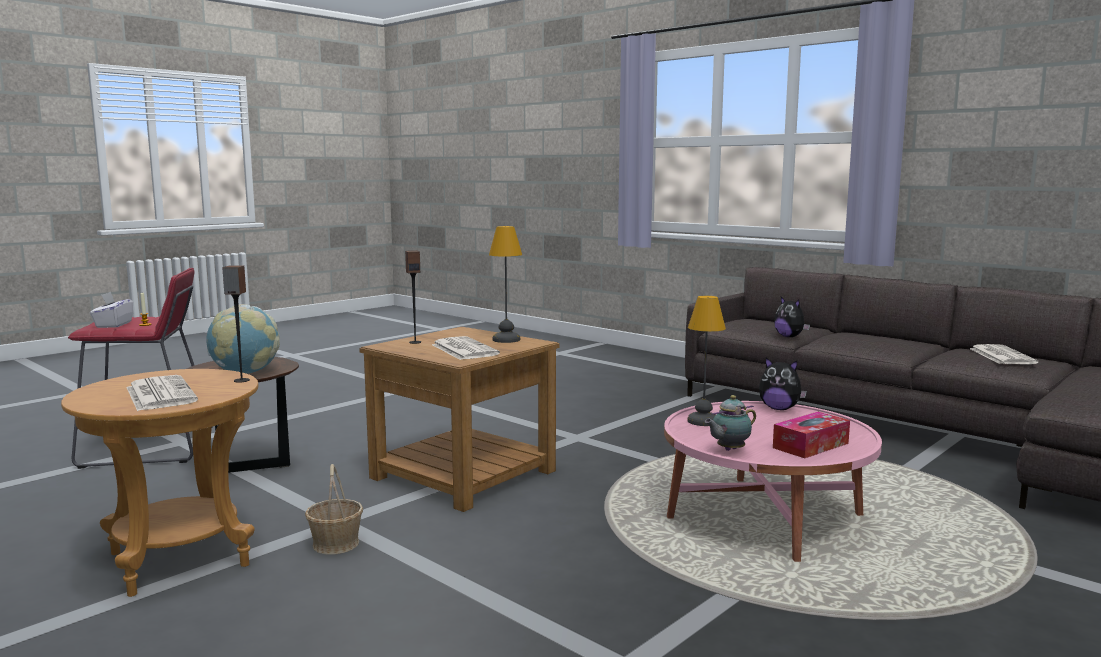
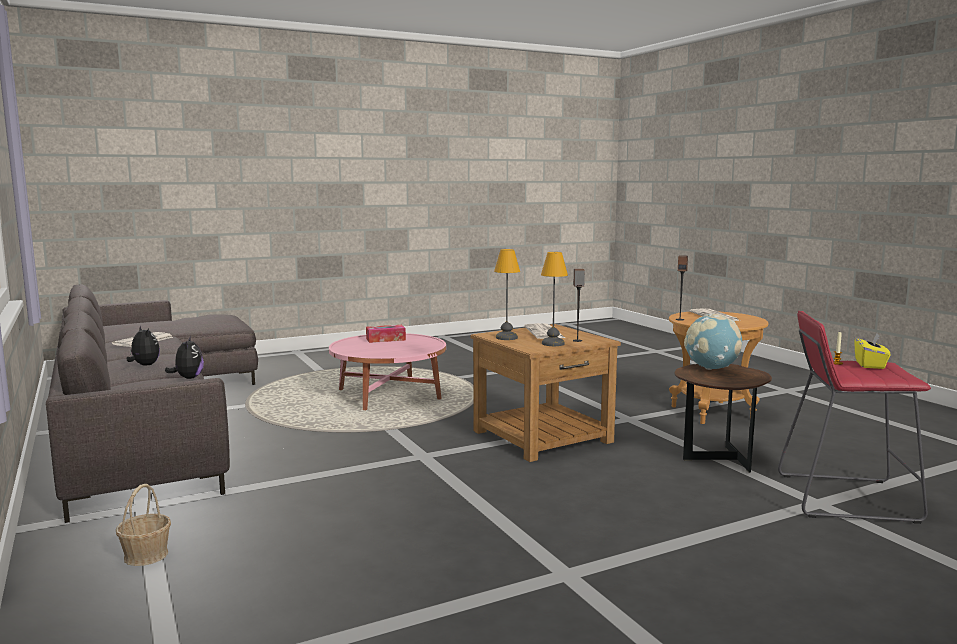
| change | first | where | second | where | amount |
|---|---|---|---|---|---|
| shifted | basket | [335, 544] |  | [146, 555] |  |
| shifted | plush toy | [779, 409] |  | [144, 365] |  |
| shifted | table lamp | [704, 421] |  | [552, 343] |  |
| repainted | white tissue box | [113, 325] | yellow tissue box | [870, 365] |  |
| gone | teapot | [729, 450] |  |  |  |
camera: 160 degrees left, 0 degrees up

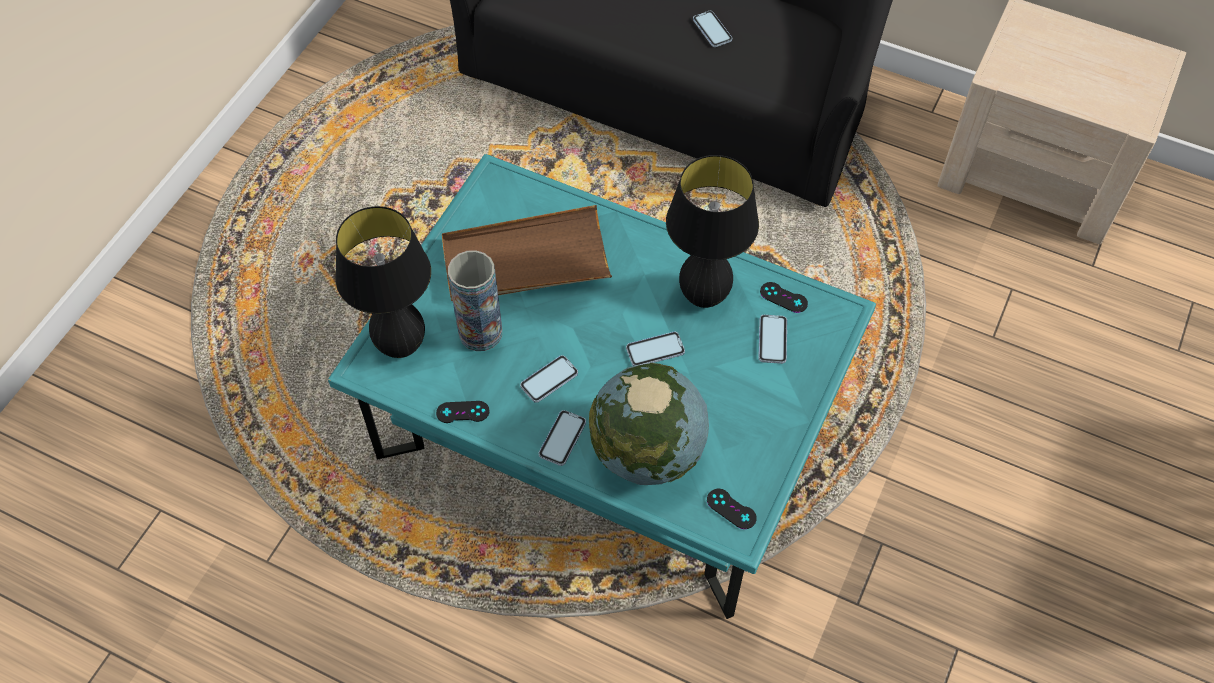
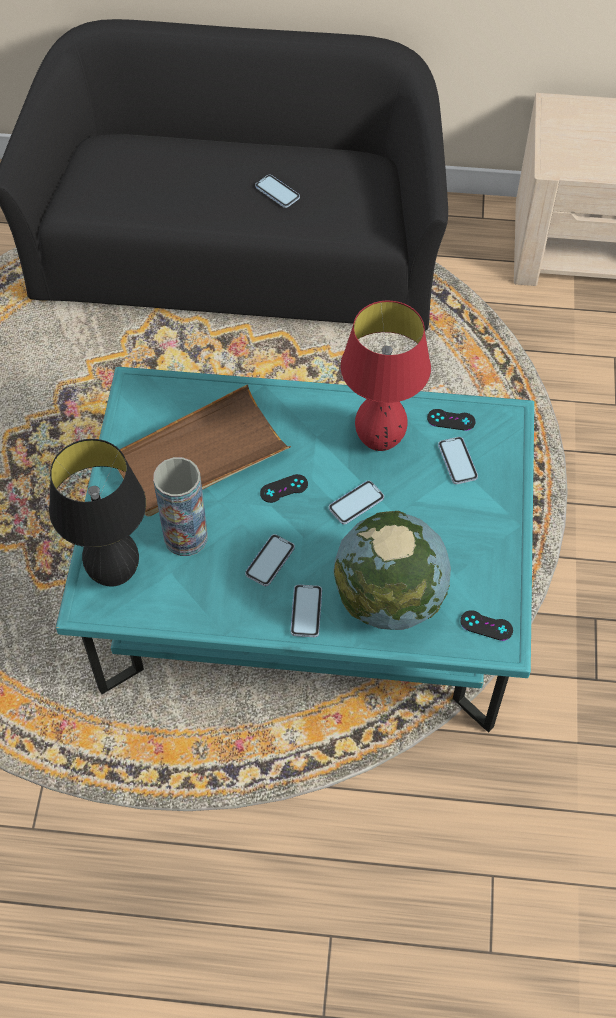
| change | first | where | second | where | amount |
|---|---|---|---|---|---|
| shifted | black game controller | [462, 412] |  | [284, 488] |  |
| repainted | black table lamp | [704, 297] | red table lamp | [380, 441] |  |
camera: 20 degrees left, 0 degrees up

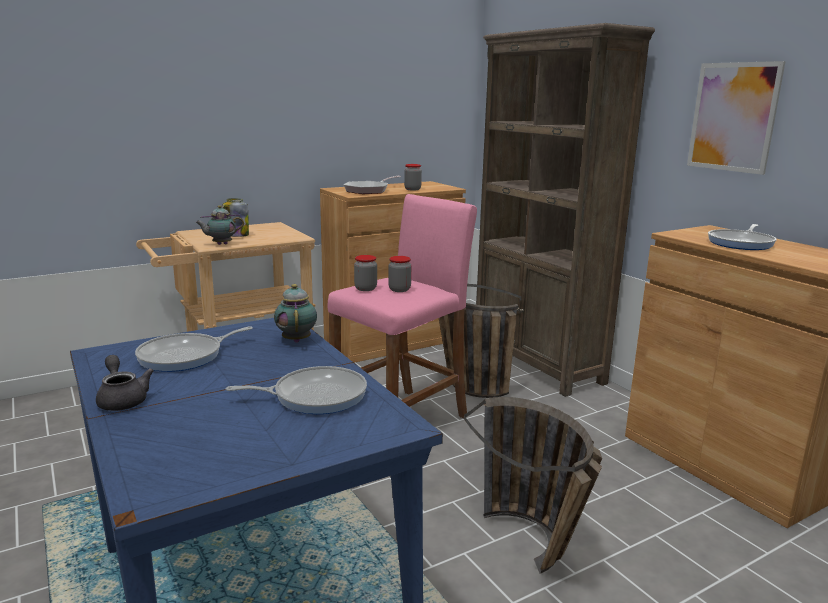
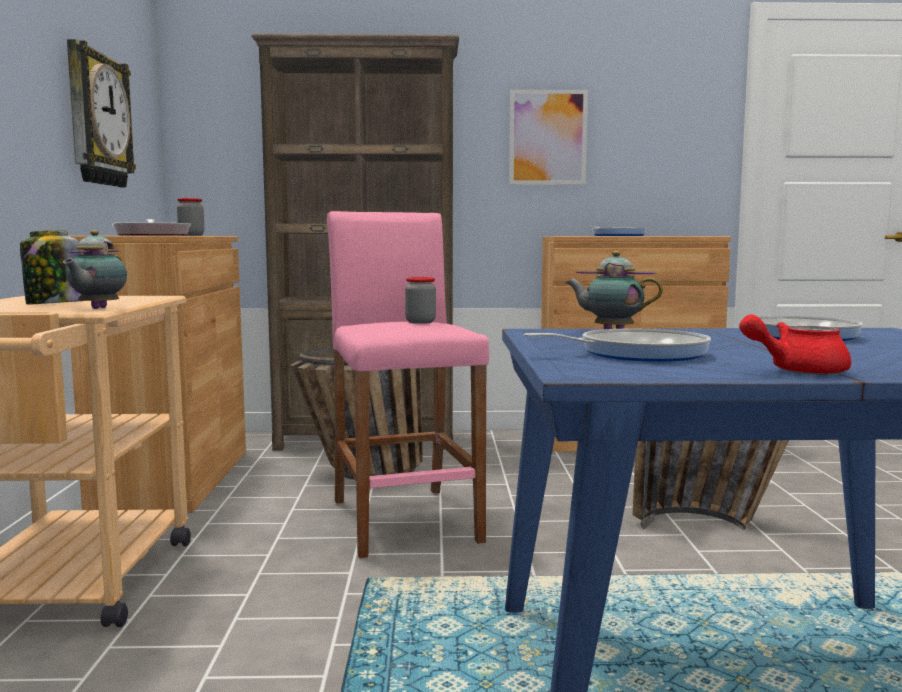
| change | first | where | second | where | amount |
|---|---|---|---|---|---|
| new |  |  | wall clock | [96, 119] |  |
| rotated | frying pan | [185, 356] |  | [635, 353] | 90 degrees counterclockwise |
| repainted | grey teapot | [122, 399] | red teapot | [796, 371] |  |
| gone | jar | [365, 288] |  |  |  |
camera: 60 degrees left, 10 degrees down

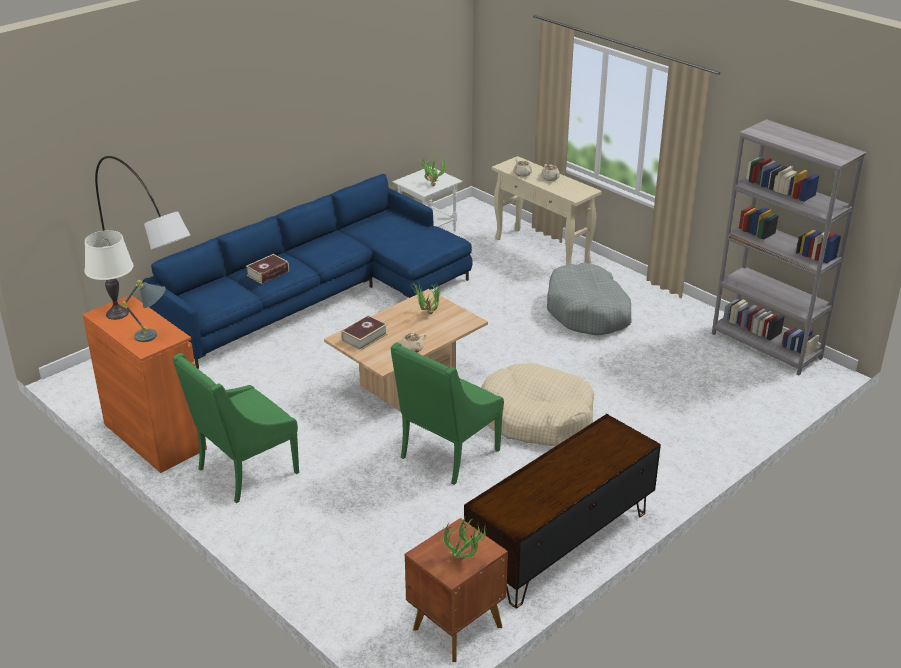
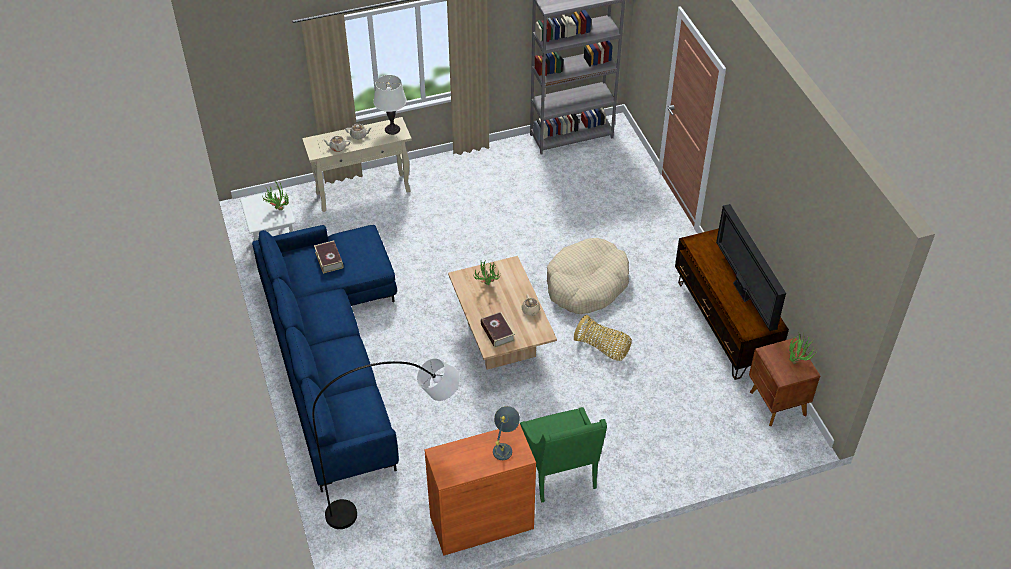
| change | first | where | second | where | amount |
|---|---|---|---|---|---|
| shifted | book | [268, 273] |  | [329, 260] |  |
| shifted | white table lamp | [117, 313] |  | [392, 129] |  |
| swapped | green armchair | [447, 455] | basket | [603, 348] |  |
| new |  |  | television | [743, 293] |  |
| gone | grey dog bed | [588, 312] |  |  |  |
camera: 65 degrees left, 15 degrees up

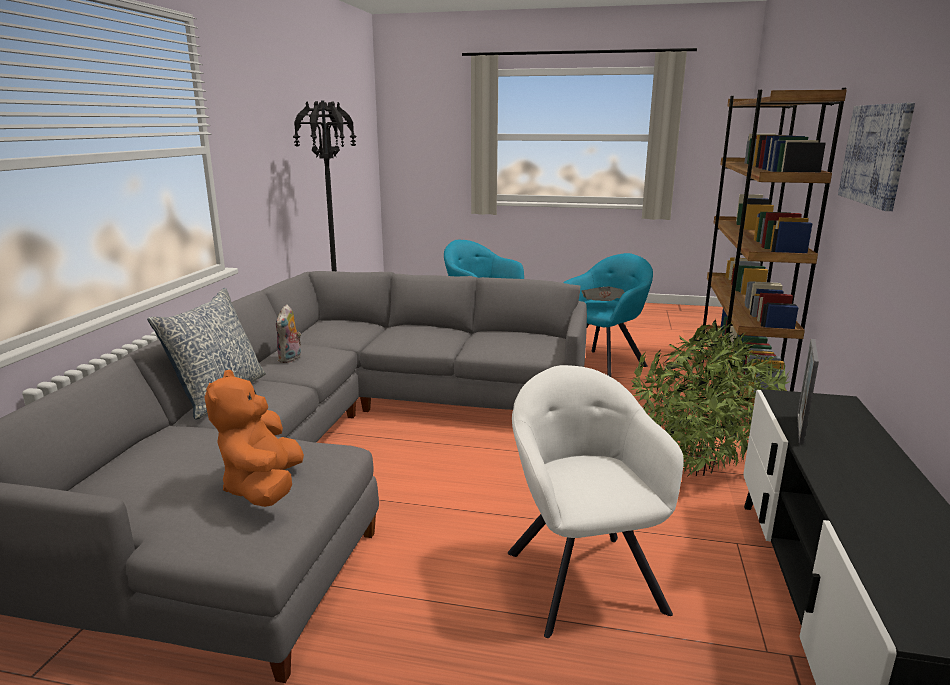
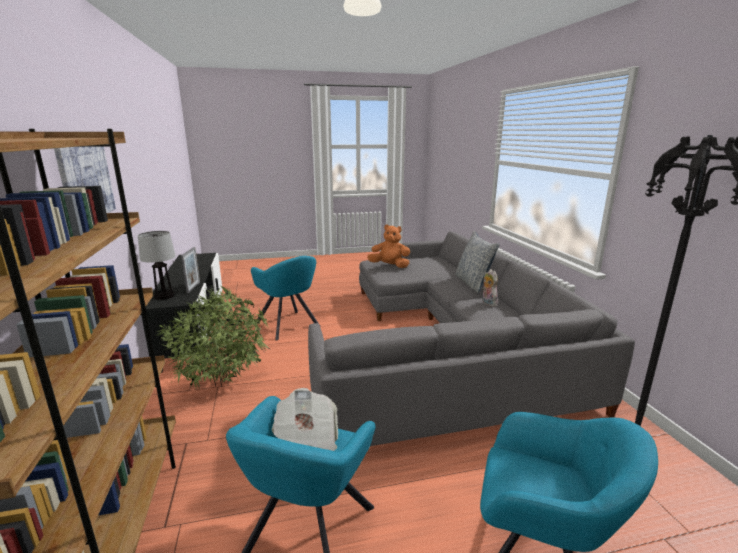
| change | first | where | second | where | amount |
|---|---|---|---|---|---|
| new |  |  | table lamp | [164, 296] |  |
| repainted | white armchair | [581, 576] | turquoise armchair | [288, 325] |  |
| rotated | orange plush toy | [264, 488] |  | [390, 266] | 45 degrees counterclockwise |
camera: 155 degrees right, 0 degrees up

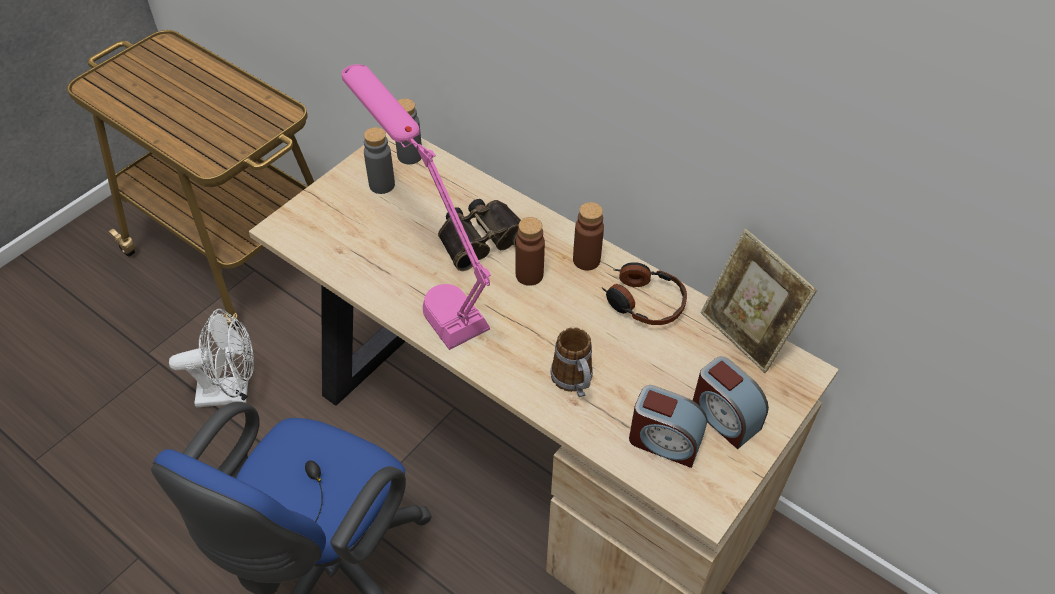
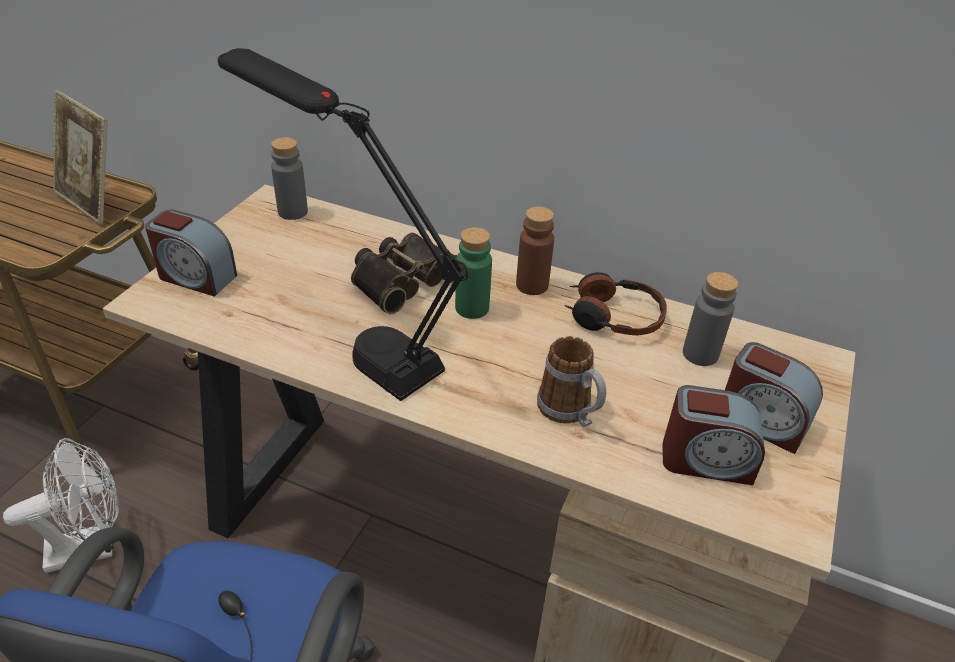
| change | first | where | second | where | amount |
|---|---|---|---|---|---|
| shifted | picture frame | [745, 334] |  | [93, 202] |  |
| new |  |  | alarm clock | [196, 277] |  |
| repainted | pink table lamp | [428, 286] | black table lamp | [353, 335] |  |
| repainted | brown bottle | [529, 275] | green bottle | [472, 308] |  |
| shifted | grey bottle | [382, 185] |  | [700, 354] |  |
camera: 15 degrees left, 10 degrees down

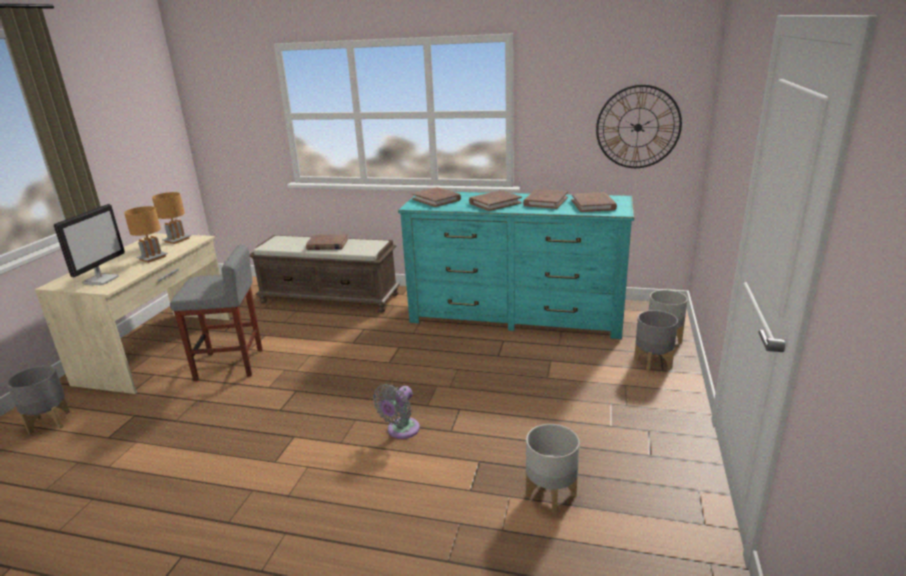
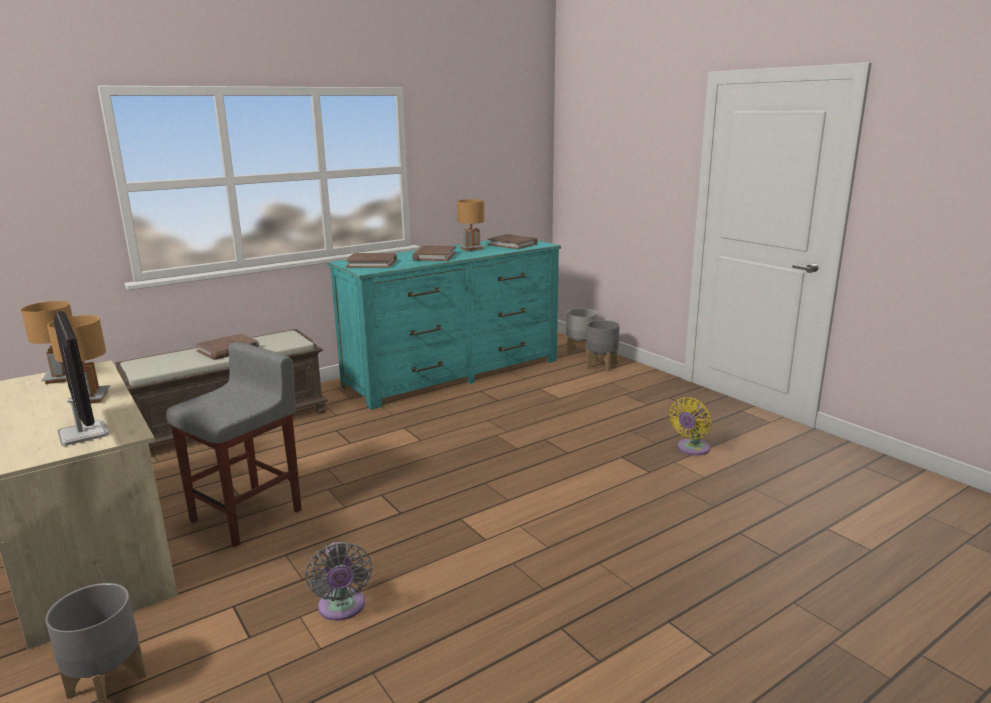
| change | first | where | second | where | amount |
|---|---|---|---|---|---|
| shifted | grey fan | [401, 431] |  | [342, 608] |  |
| swapped | brown book | [545, 201] | brown table lamp | [471, 248] |  |
| swapped | grey planter | [551, 495] | yellow fan | [691, 449] |  |
| gone | wall clock | [638, 127] |  |  |  |
camera: 50 degrees left, 5 degrees down

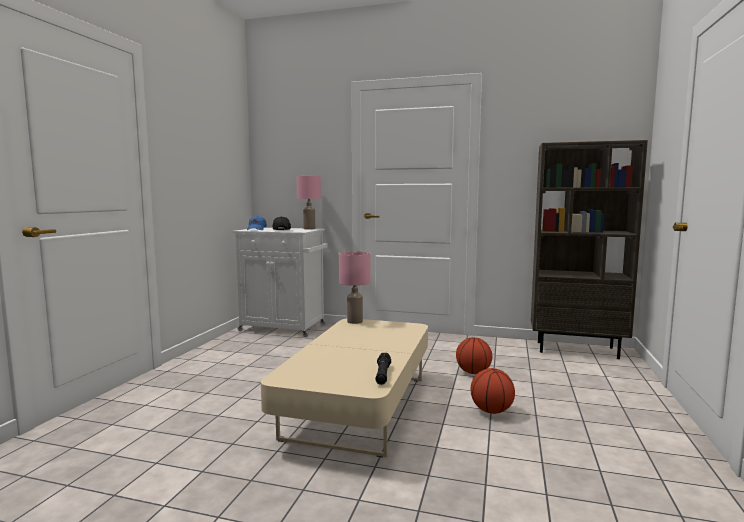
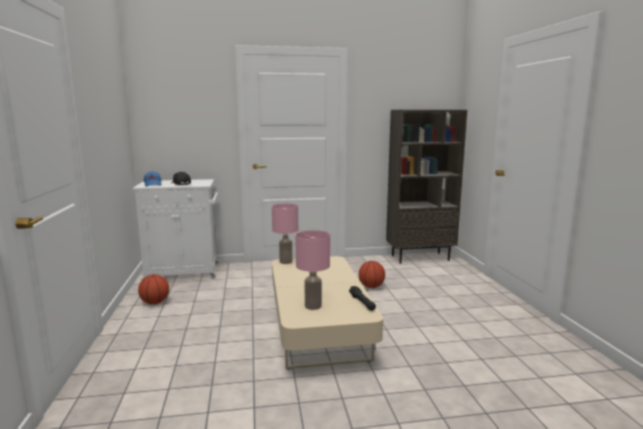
| change | first | where | second | where | amount |
|---|---|---|---|---|---|
| shifted | basketball | [491, 411] |  | [155, 303] |  |
| shifted | pink table lamp | [309, 229] |  | [313, 306] |  |
camera: 25 degrees left, 5 degrees up

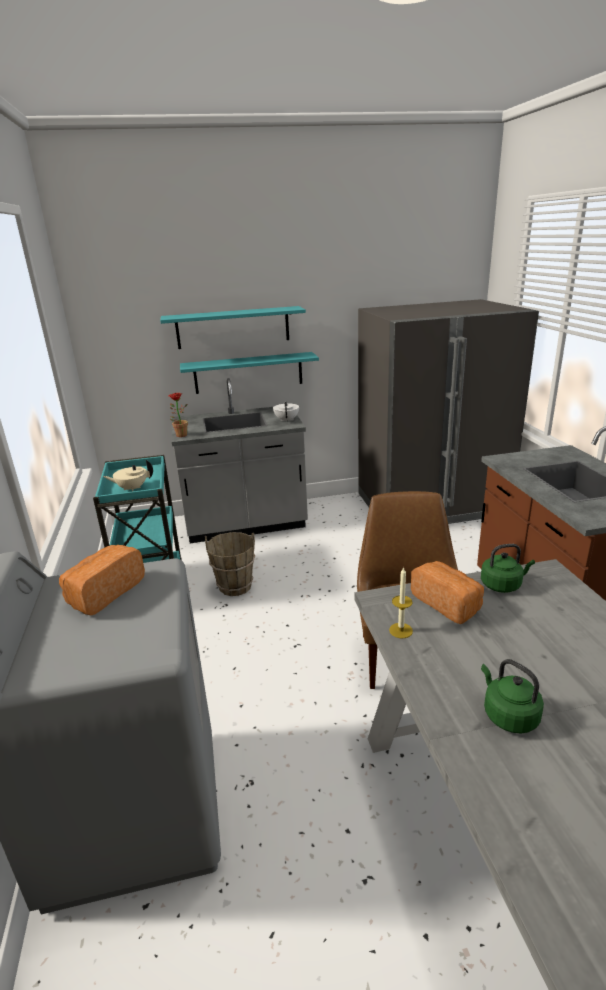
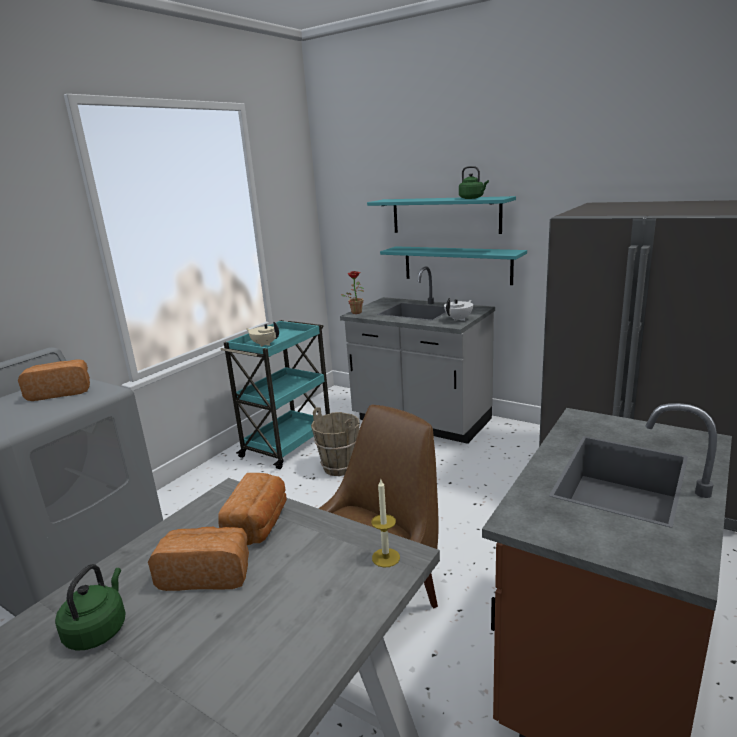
| change | first | where | second | where | amount |
|---|---|---|---|---|---|
| new |  |  | bread | [207, 573] |  |
| shifted | candle | [400, 630] |  | [386, 557] |  |
| shifted | green kettle | [502, 585] |  | [472, 198] |  |
camera: 45 degrees right, 5 degrees down

